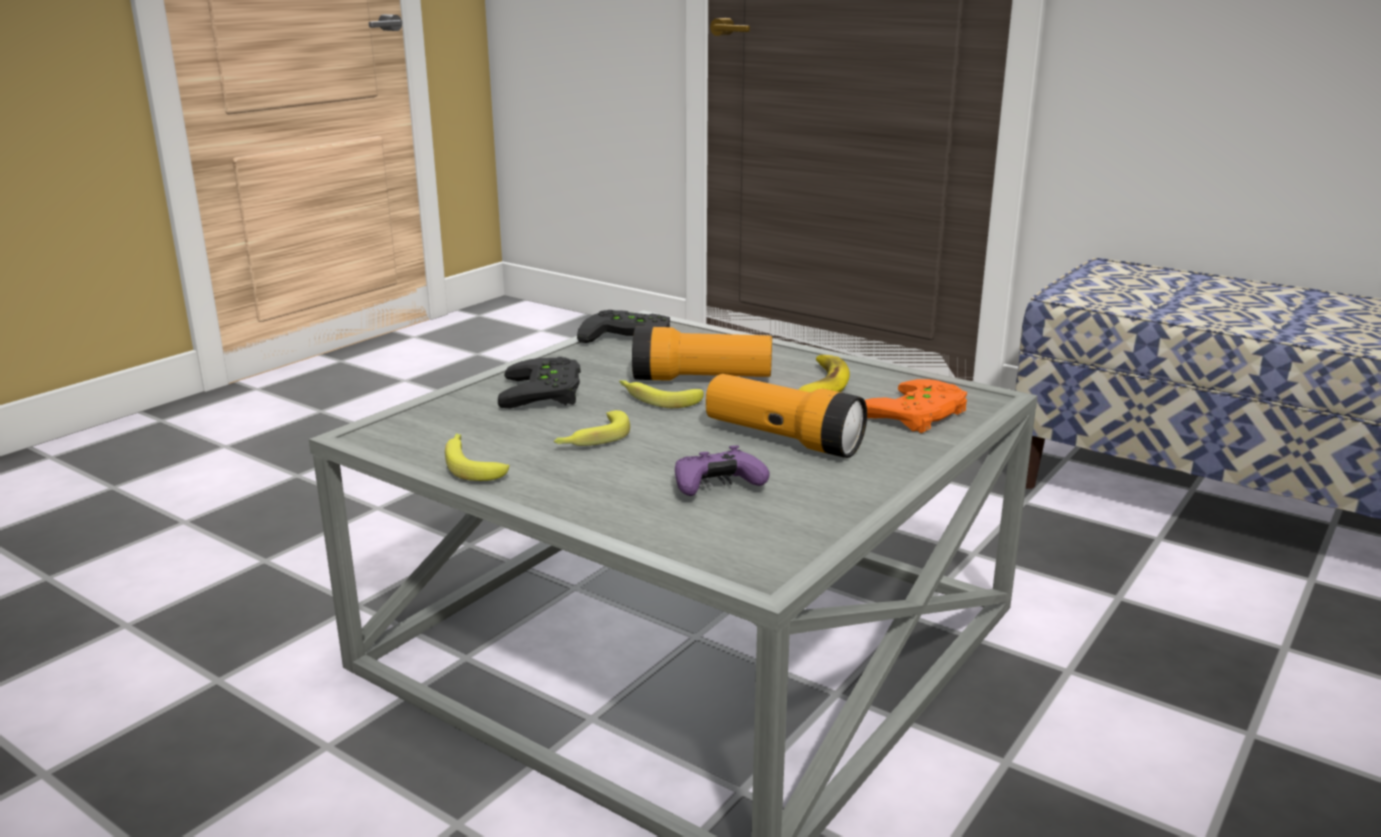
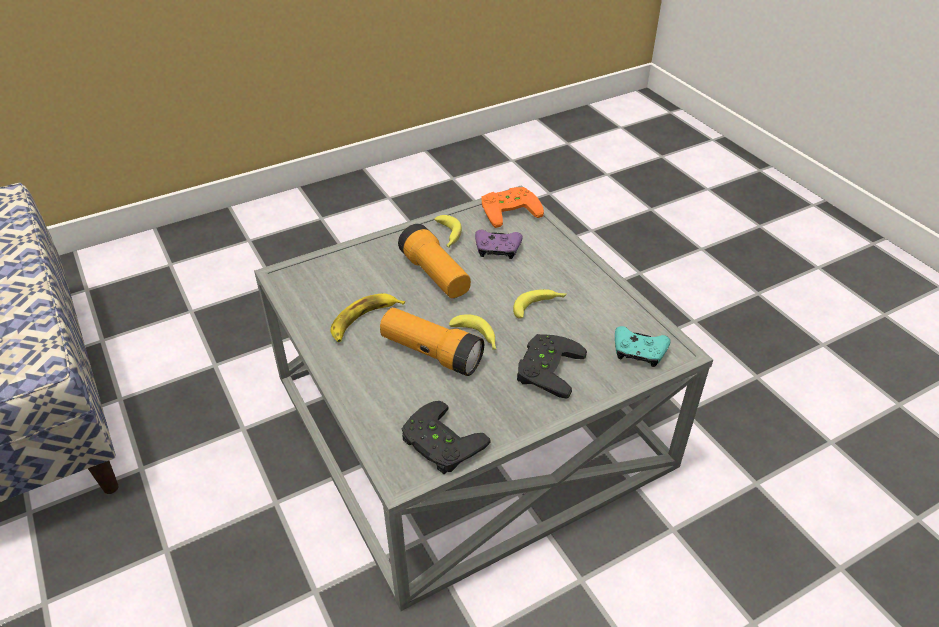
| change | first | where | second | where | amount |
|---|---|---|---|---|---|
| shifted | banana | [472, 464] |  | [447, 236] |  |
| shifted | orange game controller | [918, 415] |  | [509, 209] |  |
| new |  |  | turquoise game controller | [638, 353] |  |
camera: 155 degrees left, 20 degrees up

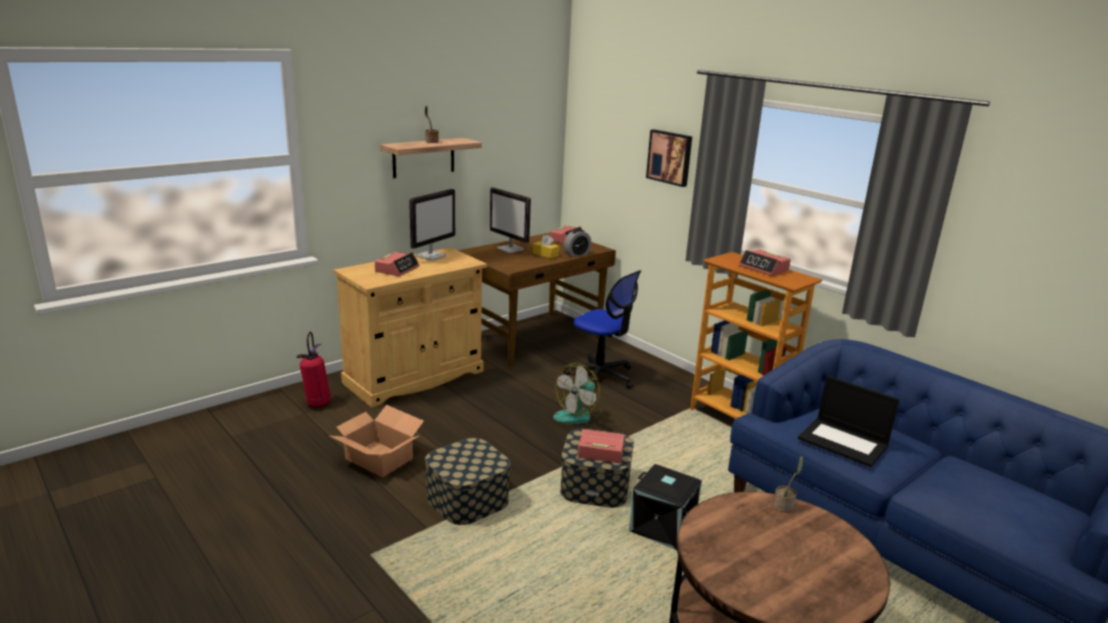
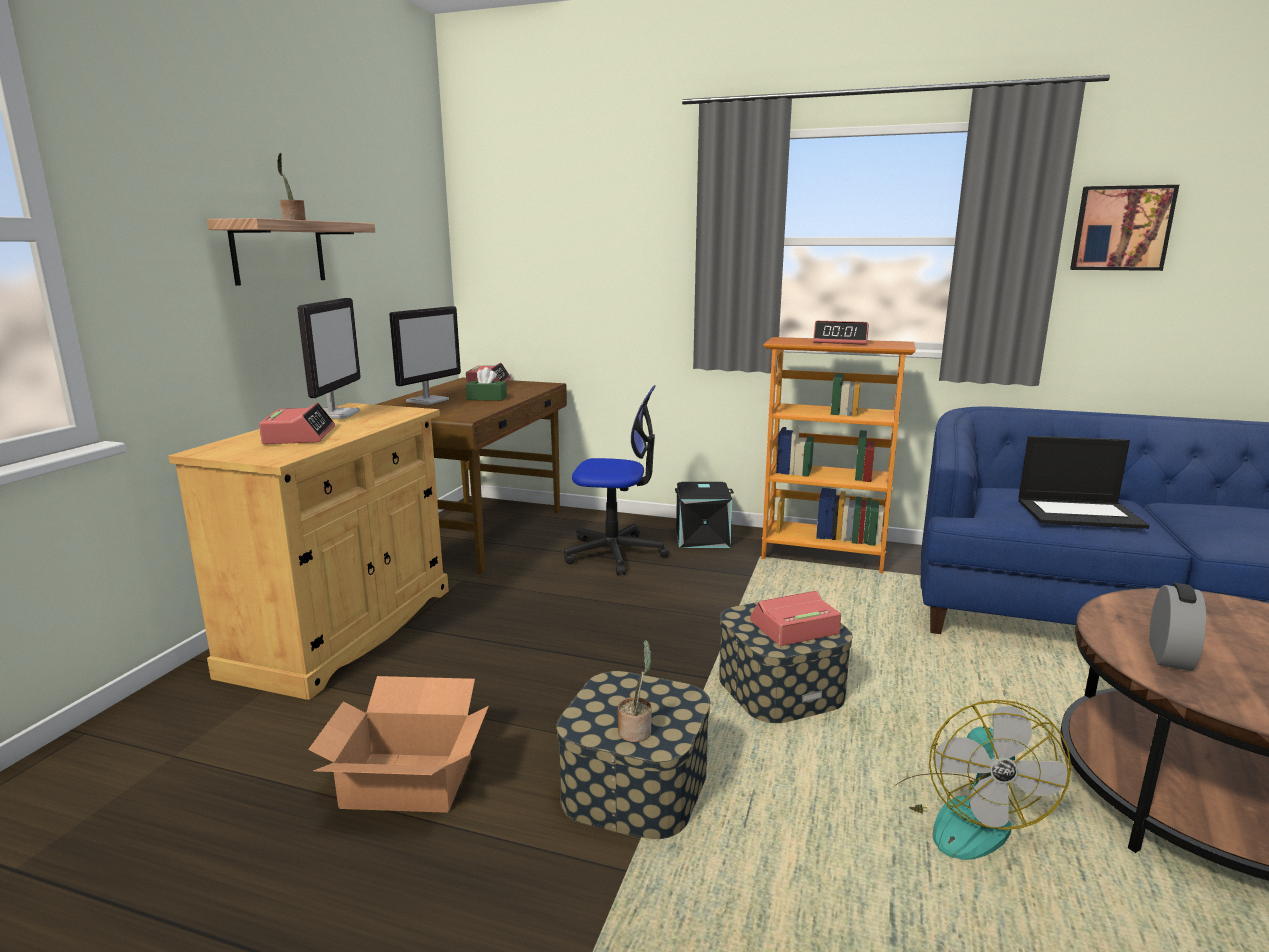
| change | first | where | second | where | amount |
|---|---|---|---|---|---|
| rotated | monitor | [510, 249] |  | [428, 400] | 75 degrees counterclockwise |
| repainted | yellow tissue box | [545, 254] | green tissue box | [487, 398] |  |
| shifted | potted plant | [784, 506] |  | [636, 730] |  |
| shifted | black storage box | [663, 527] |  | [702, 538] |  |
| shifted | fan | [578, 414] |  | [964, 816] |  |
| shifted | picture | [670, 157] |  | [1121, 228] |  |
| shifted | alarm clock | [577, 254] |  | [1169, 656] |  |
| gone | fire extinguisher | [317, 403] |  |  |  |
camera: 30 degrees left, 5 degrees down

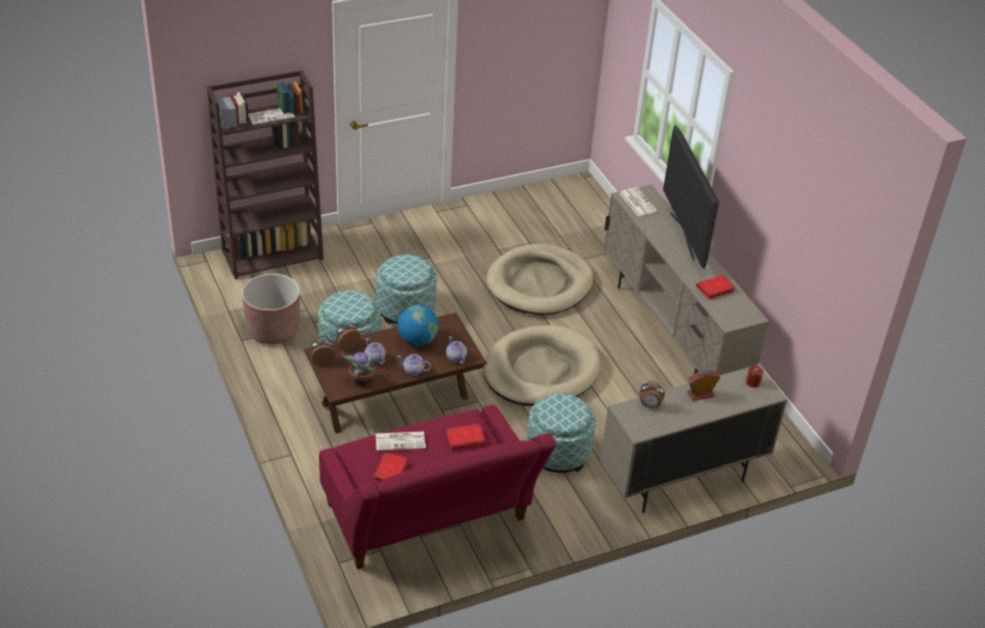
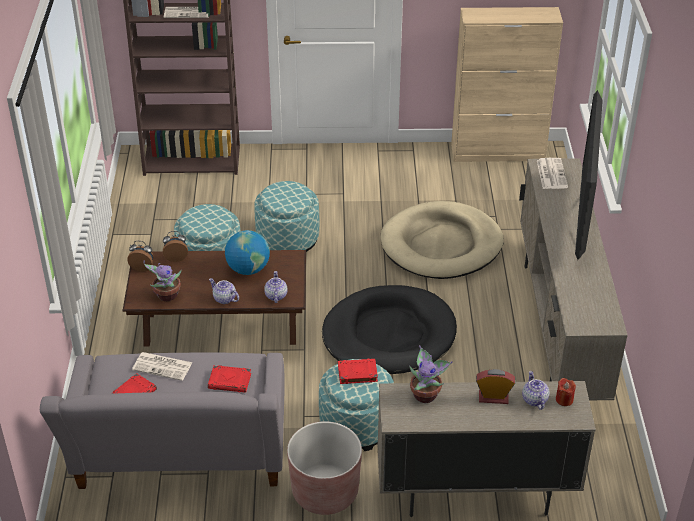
| change | first | where | second | where | amount |
|---|---|---|---|---|---|
| repainted | red sofa | [430, 520] | grey sofa | [181, 460] |  |
| shifted | brown planter | [273, 330] |  | [325, 492] |  |
| repainted | beige dog bed | [540, 371] | black dog bed | [389, 335] |  |
| shifted | red book | [714, 289] |  | [357, 373] |  |
| swapped | alarm clock | [649, 405] | potted plant | [426, 394] |  |
| new |  |  | beige cabinet | [498, 153] |  |
| shifted | teapot | [374, 359] |  | [534, 399] |  |
camera: 25 degrees right, 0 degrees up

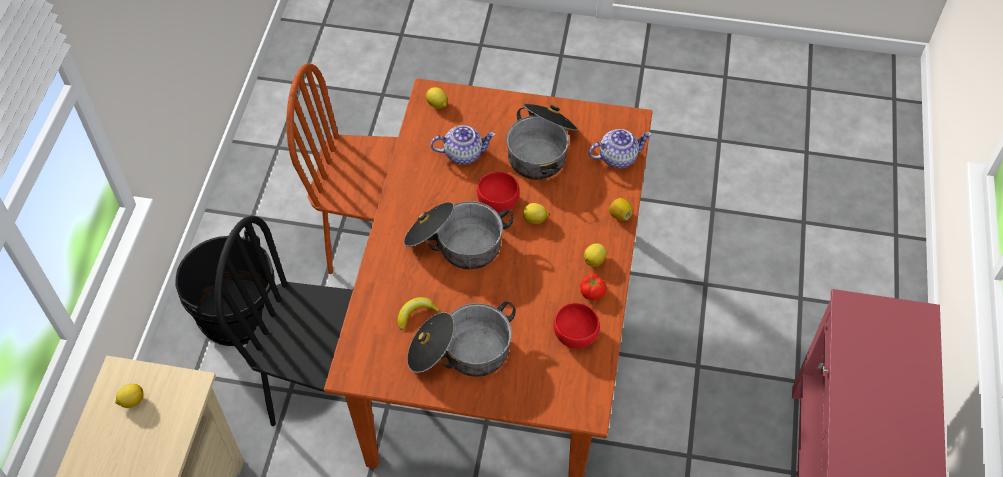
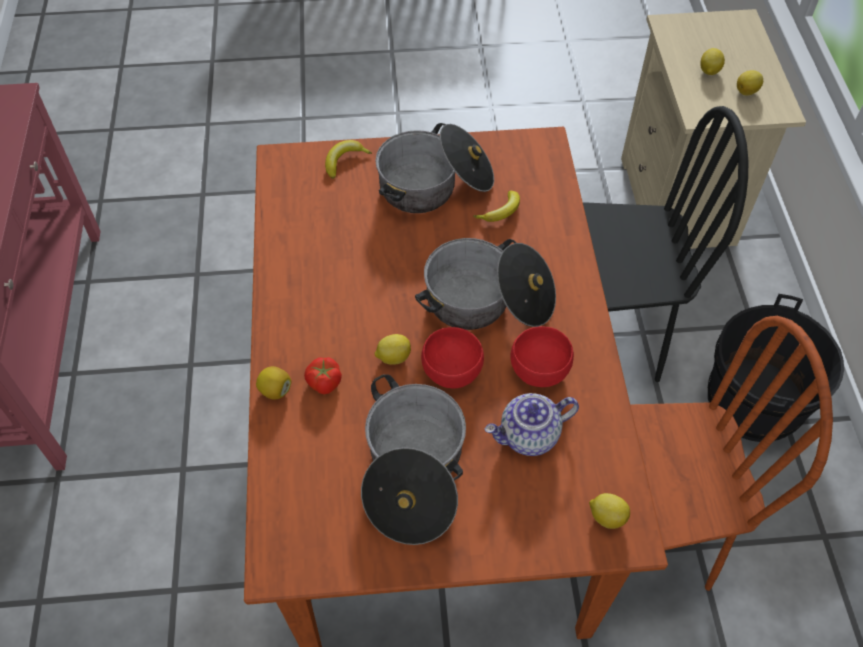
| change | first | where | second | where | amount |
|---|---|---|---|---|---|
| shifted | tomato | [592, 291] |  | [324, 382] |  |
| new |  |  | banana | [344, 161] |  |
| shifted | red bowl | [576, 335] |  | [538, 369] |  |
| shifted | lemon | [595, 260] |  | [709, 71] |  |
| gone | teapot | [618, 157] |  |  |  |
camera: 165 degrees right, 0 degrees up

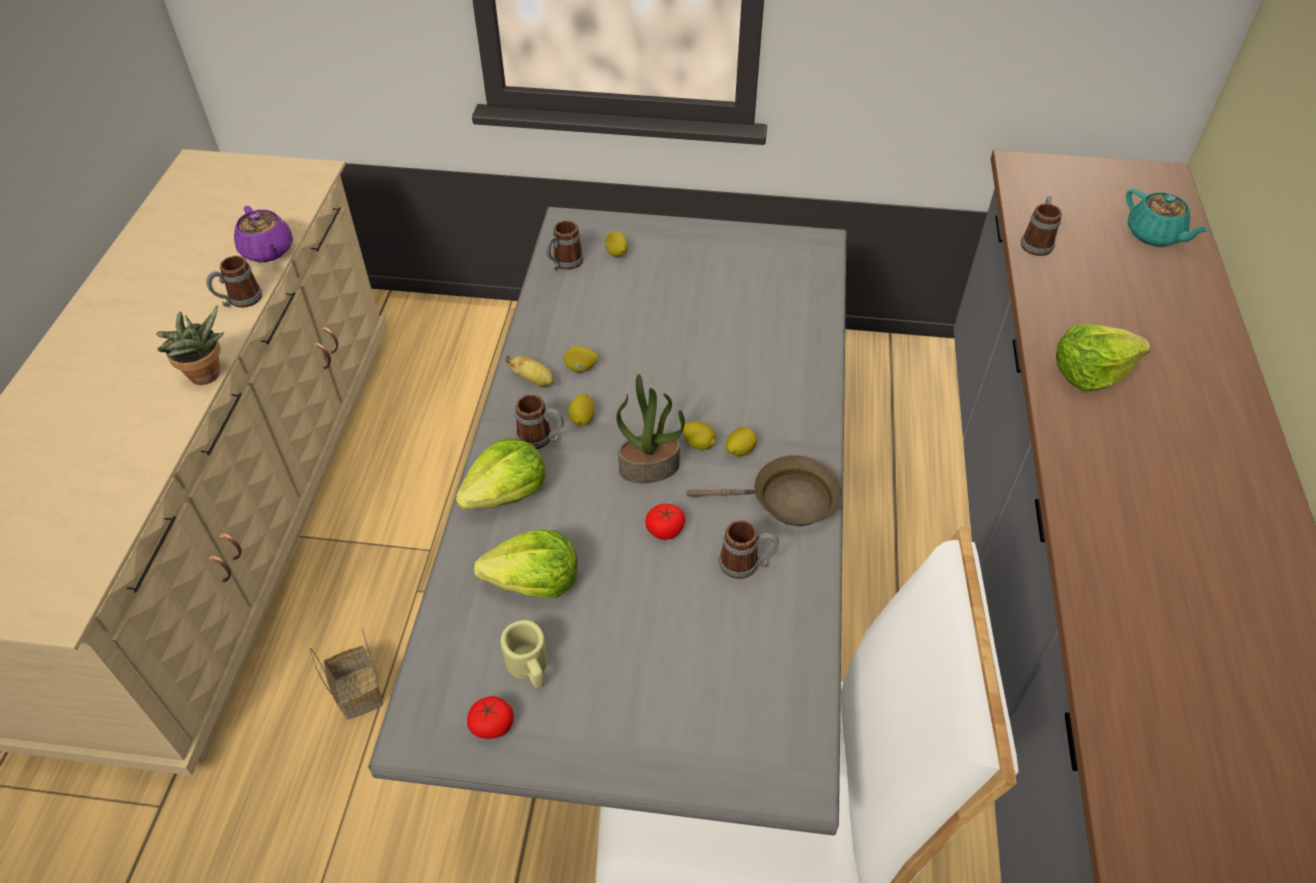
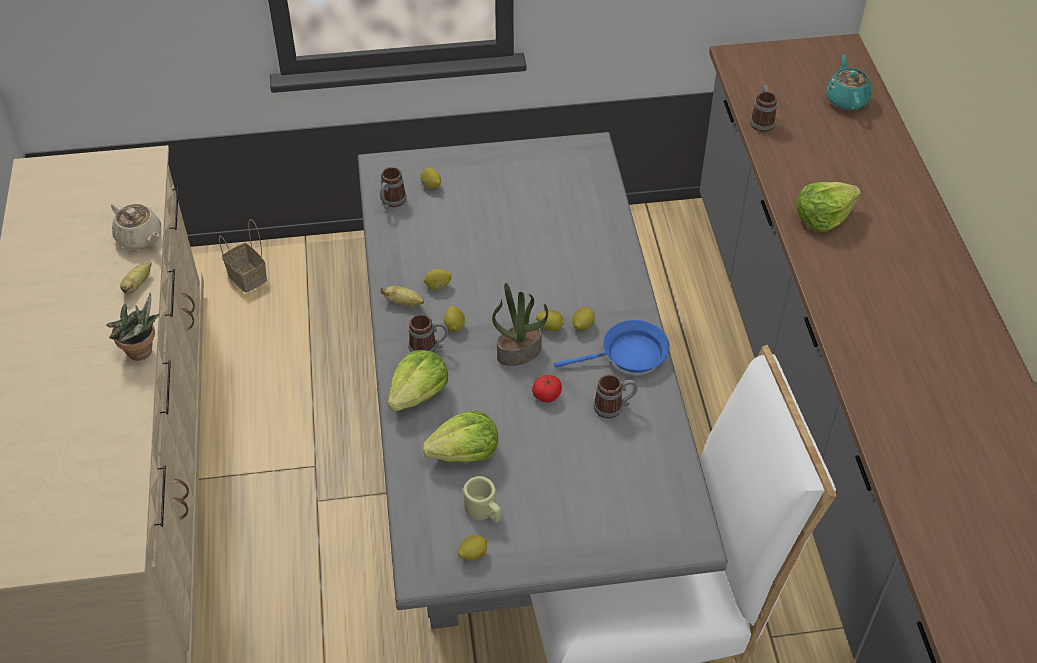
| change | first | where | second | where | amount |
|---|---|---|---|---|---|
| repainted | purple teapot | [267, 251] | beige teapot | [140, 238] |  |
| swapped | mug | [240, 301] | banana | [137, 285] |  |
| shifted | basket | [360, 693] |  | [248, 277] |  |
| swapped | tomato | [492, 724] | lemon | [472, 554] |  |
| repainted | brown frying pan | [787, 500] | blue frying pan | [628, 355] |  |
| rotated | turquoise teapot | [1154, 235] |  | [846, 99] | 135 degrees counterclockwise |
camera: 15 degrees left, 0 degrees up

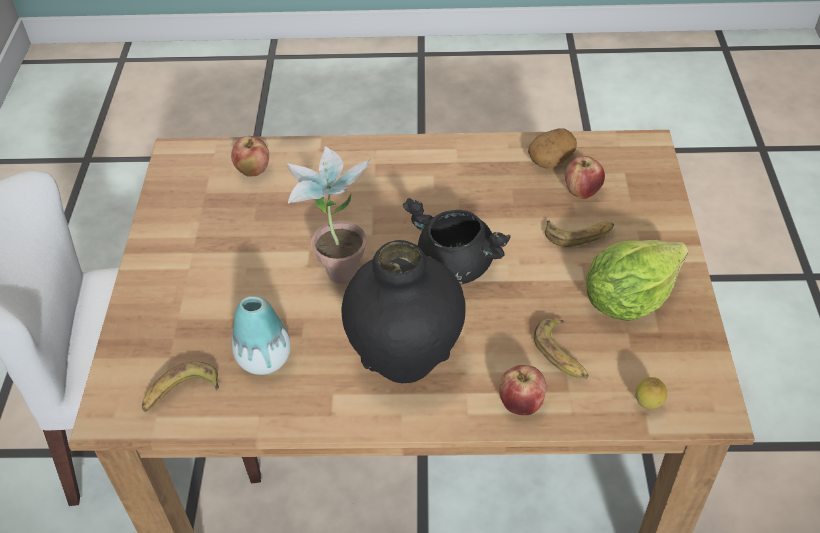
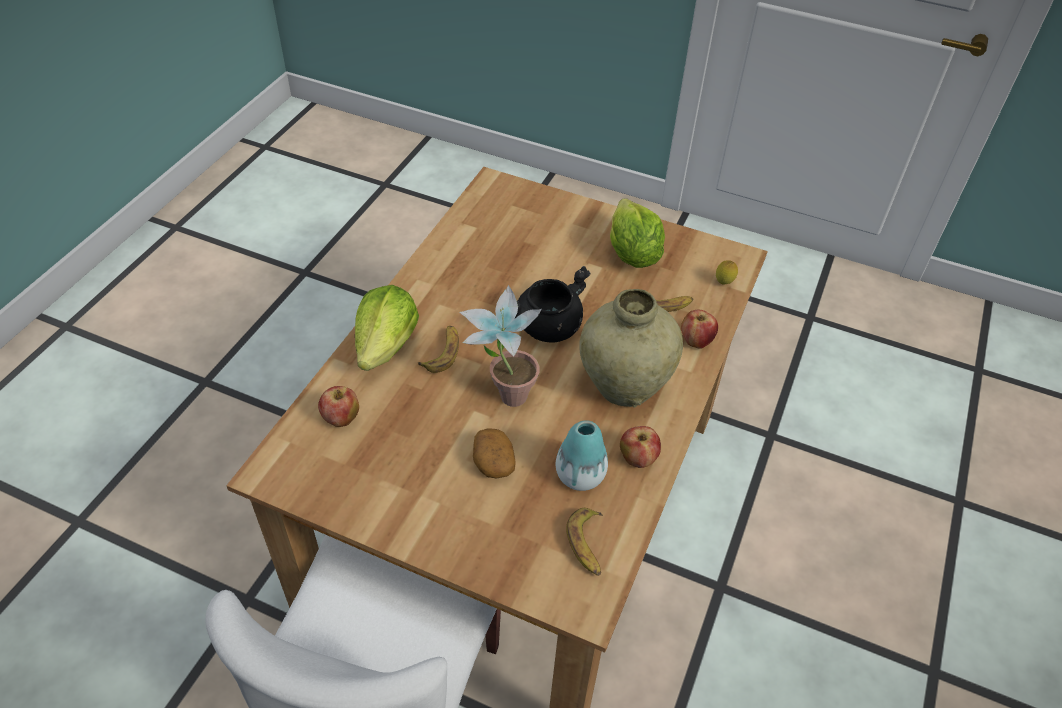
| change | first | where | second | where | amount |
|---|---|---|---|---|---|
| new |  |  | lettuce | [387, 346] |  |
| shifted | banana | [579, 235] |  | [442, 352] |  |
| shifted | potato | [551, 158] |  | [493, 462] |  |
| repainted | black vase | [406, 357] | beige vase | [624, 387] |  |
| shifted | apple | [582, 192] |  | [637, 459] |  |
camera: 70 degrees left, 0 degrees up

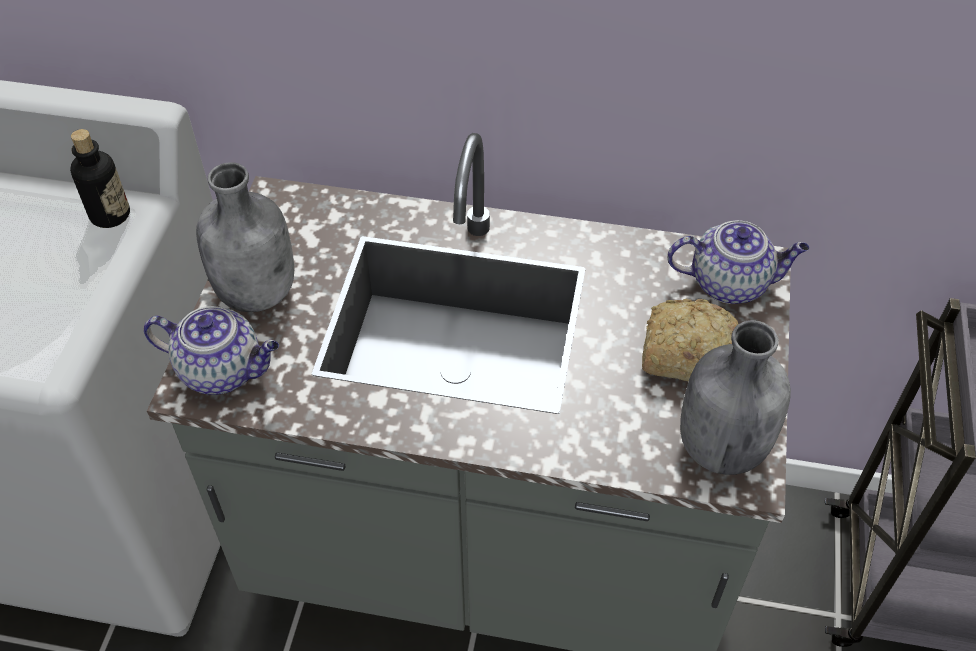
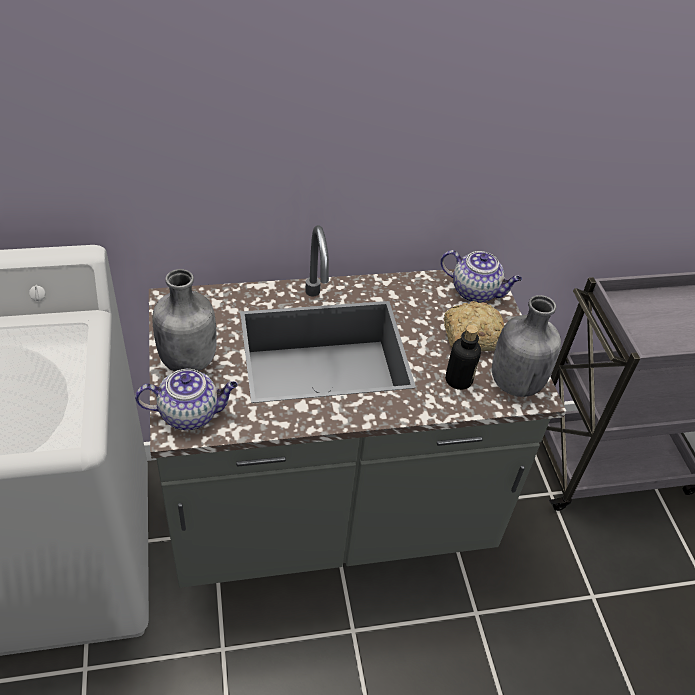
| change | first | where | second | where | amount |
|---|---|---|---|---|---|
| rotated | teapot | [731, 283] |  | [476, 292] | 45 degrees clockwise |
| shifted | bottle | [110, 215] |  | [458, 380] |  |
camera: 25 degrees left, 5 degrees down

